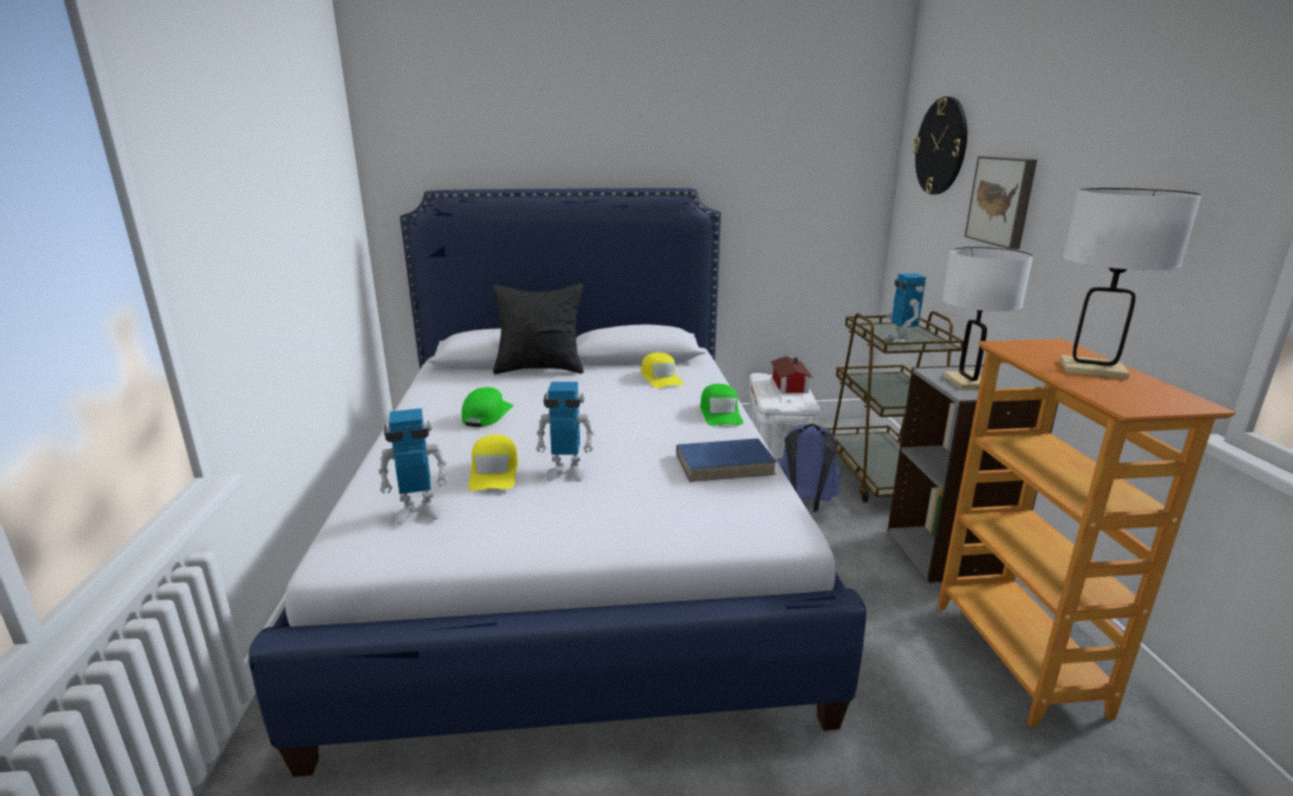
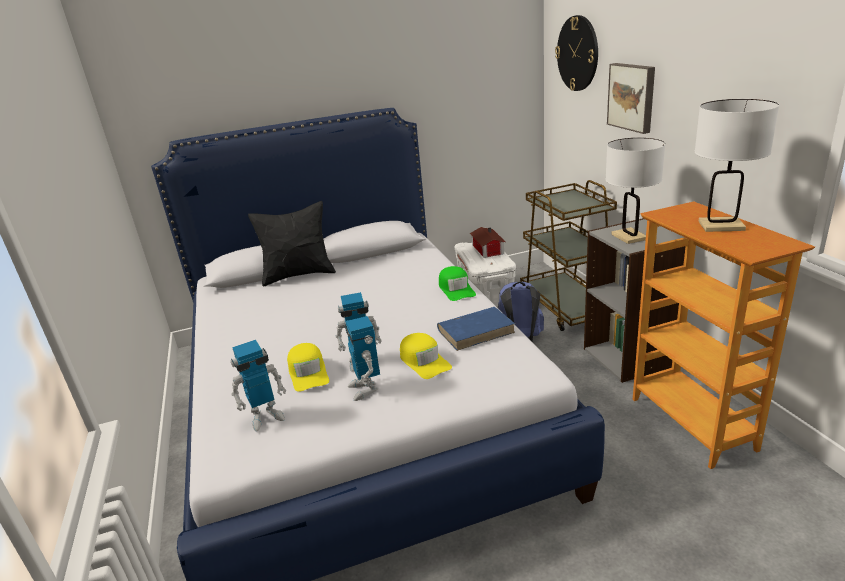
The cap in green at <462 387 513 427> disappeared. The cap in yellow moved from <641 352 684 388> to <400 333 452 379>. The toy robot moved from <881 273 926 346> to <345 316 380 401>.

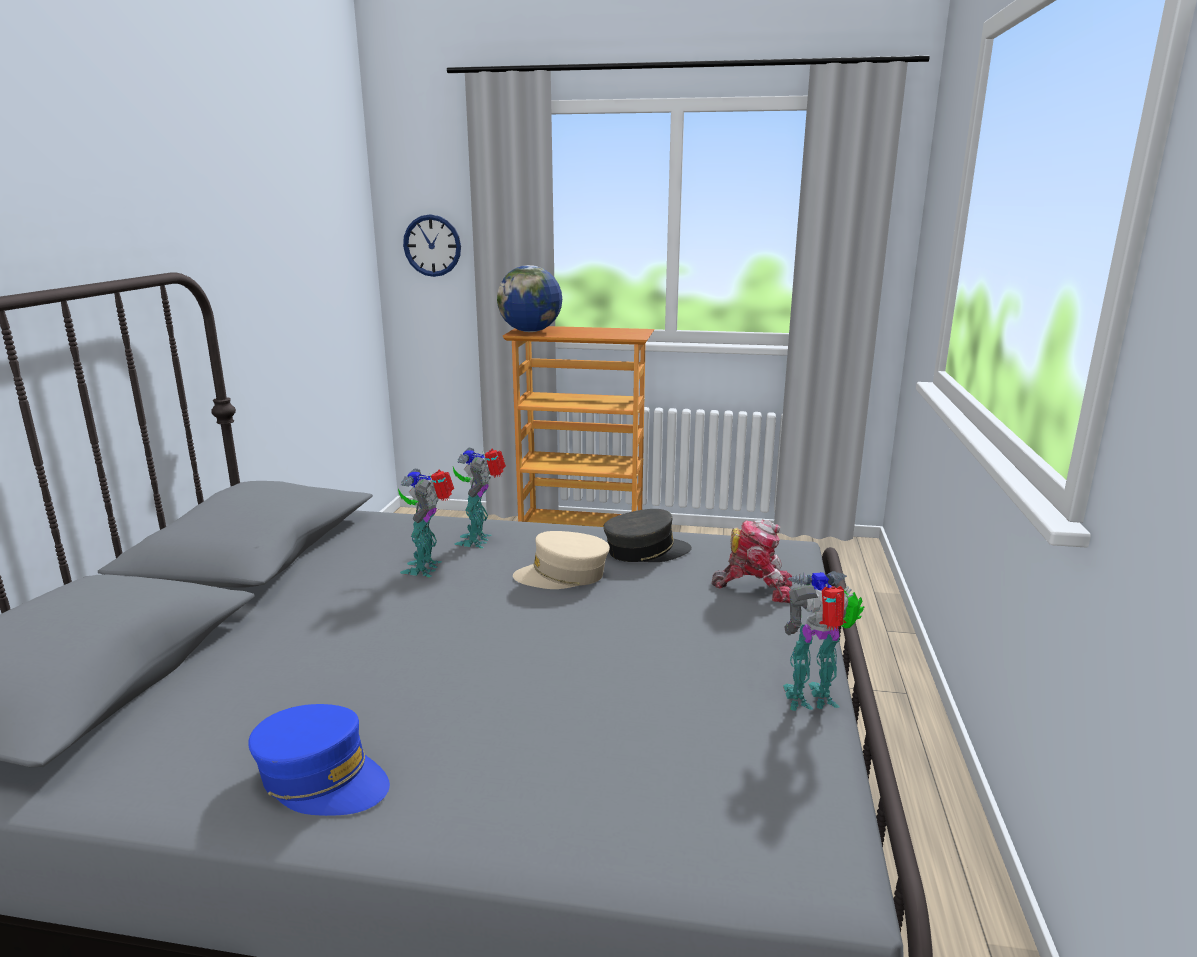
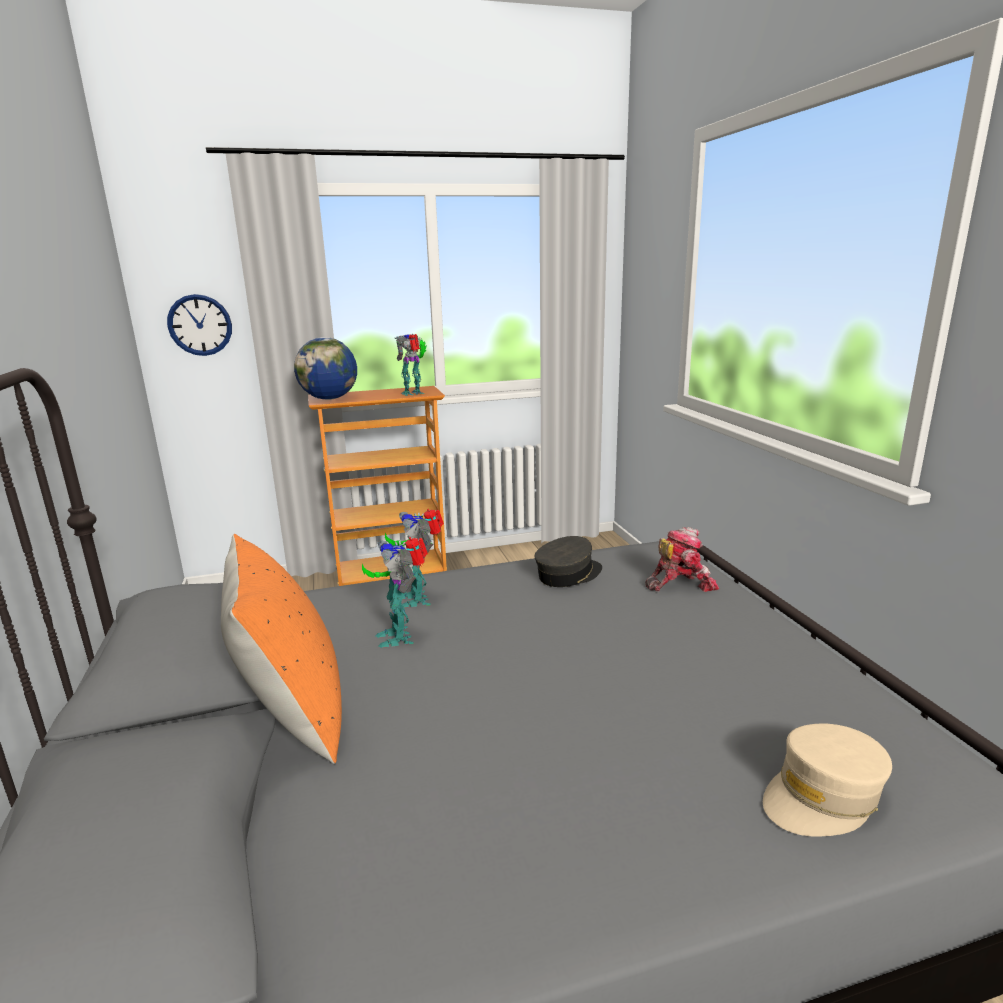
The cap in blue at <248 704 390 816> disappeared. The pillow in orange at <221 534 342 764> appeared. The cap in beige moved from <513 531 610 589> to <763 724 892 837>. The toy robot moved from <783 571 864 711> to <395 334 427 396>.

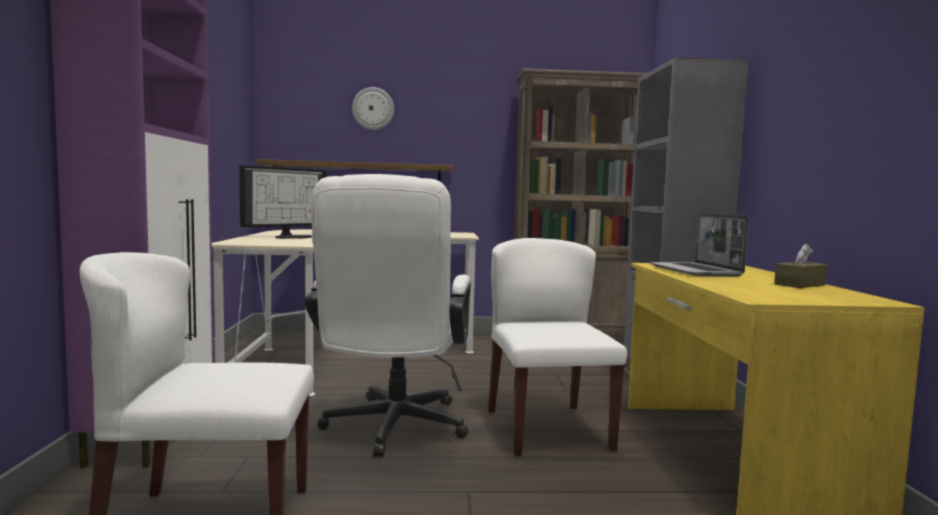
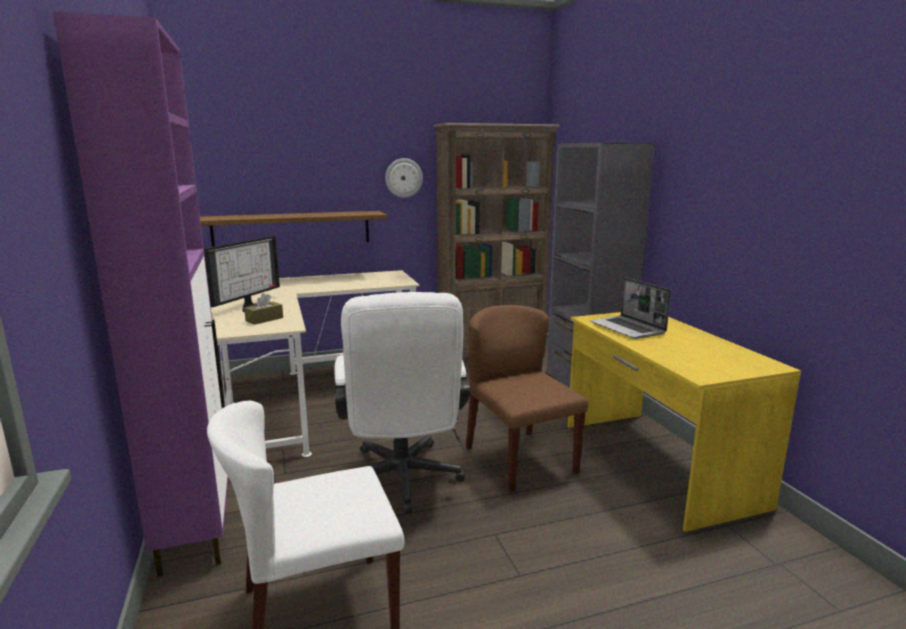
The wall clock moved from <352 87 394 130> to <385 158 423 198>. The tissue box in brown moved from <774 243 827 288> to <244 293 283 325>. The chair in white at <488 238 627 456> became the chair in brown at <466 305 588 492>.

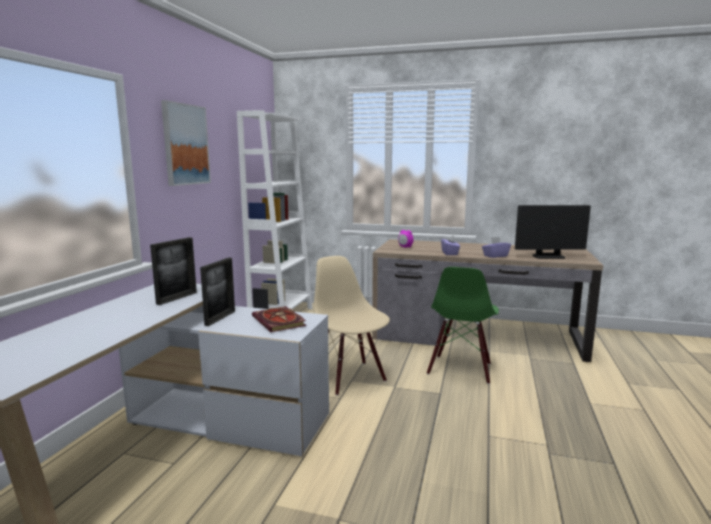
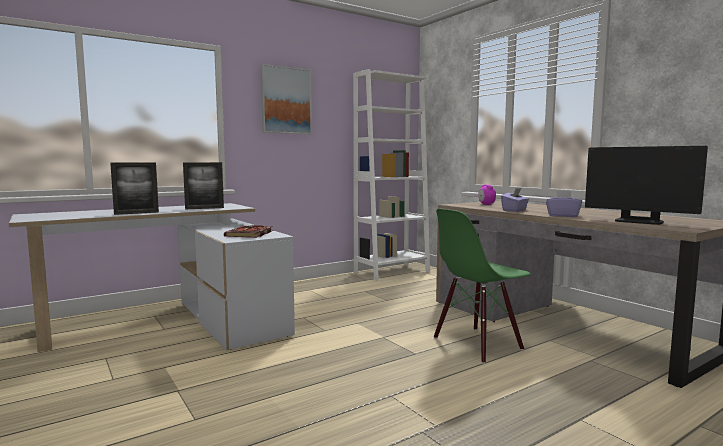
The chair in beige at <314 256 390 396> disappeared. The picture frame moved from <200 258 235 326> to <110 163 159 215>.

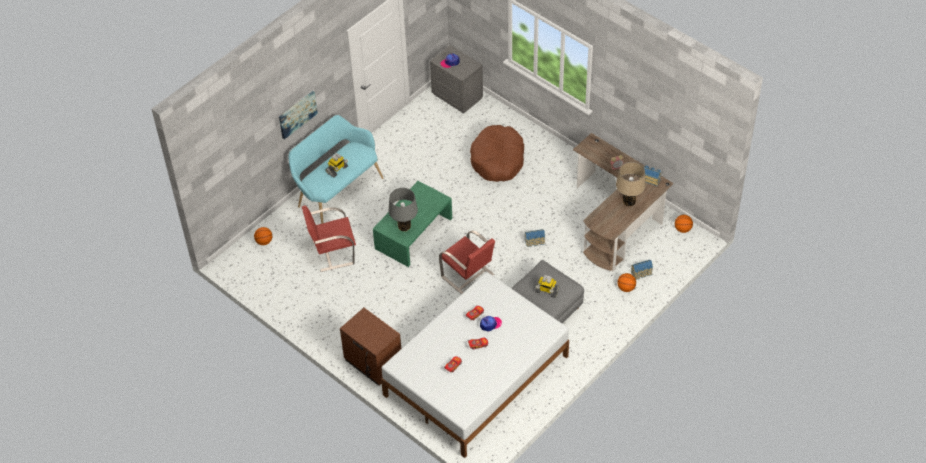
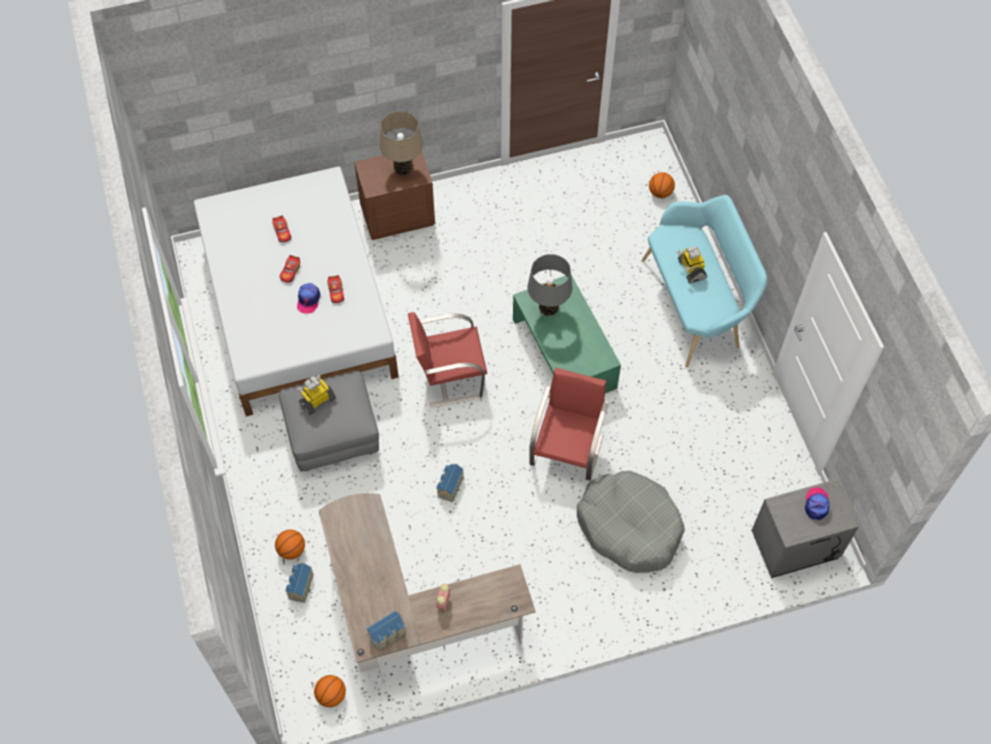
The picture at <279 91 318 139> disappeared. The chair in red moved from <302 205 356 272> to <529 368 609 481>. The table lamp in beige moved from <616 162 646 206> to <380 111 423 175>. The dog bed in brown at <470 125 524 182> became the dog bed in grey at <577 471 685 573>.

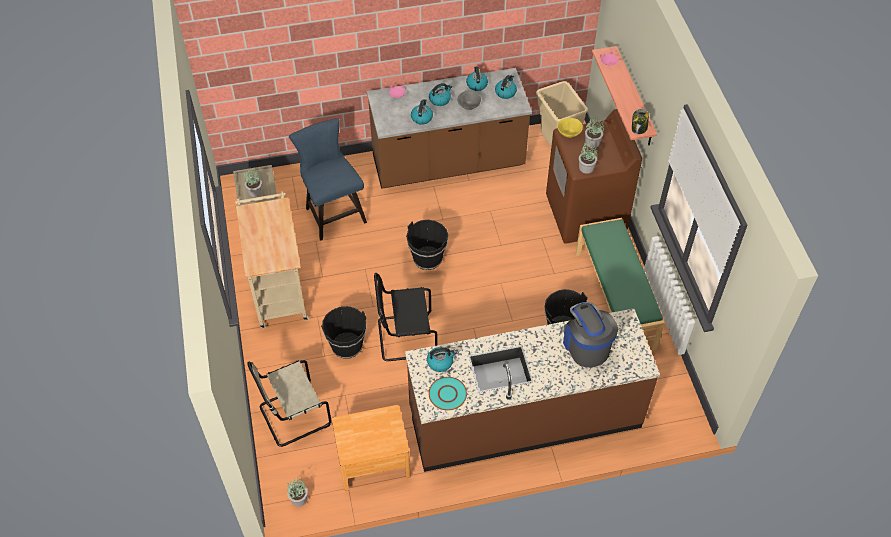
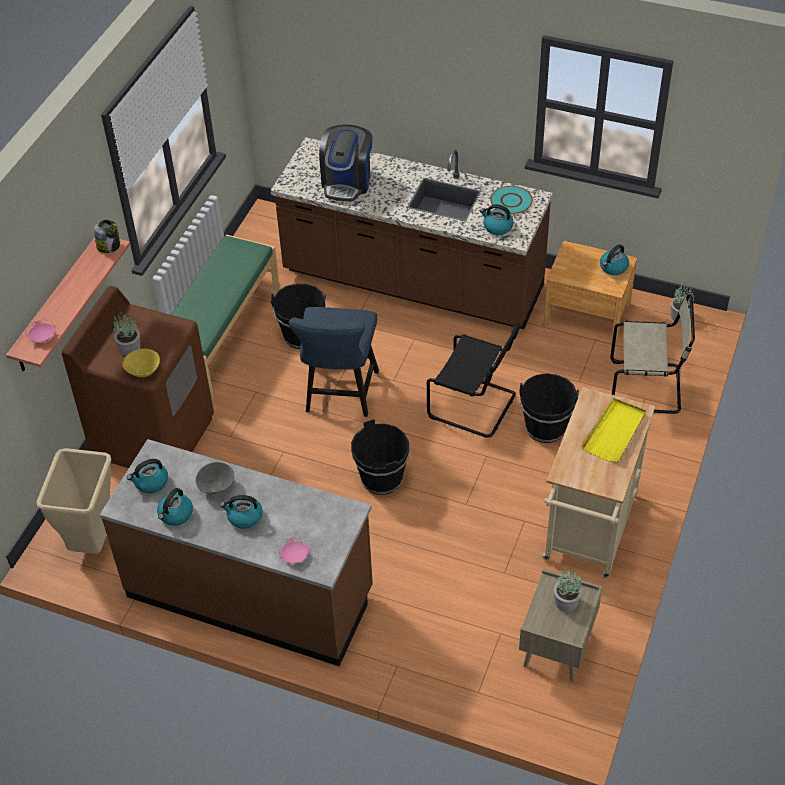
The potted plant at <579 142 597 174> disappeared. The tray in yellow at <581 398 646 463> appeared. The chair in blue moved from <289 118 367 241> to <289 307 379 417>. The kettle moved from <411 99 433 125> to <600 244 629 275>.

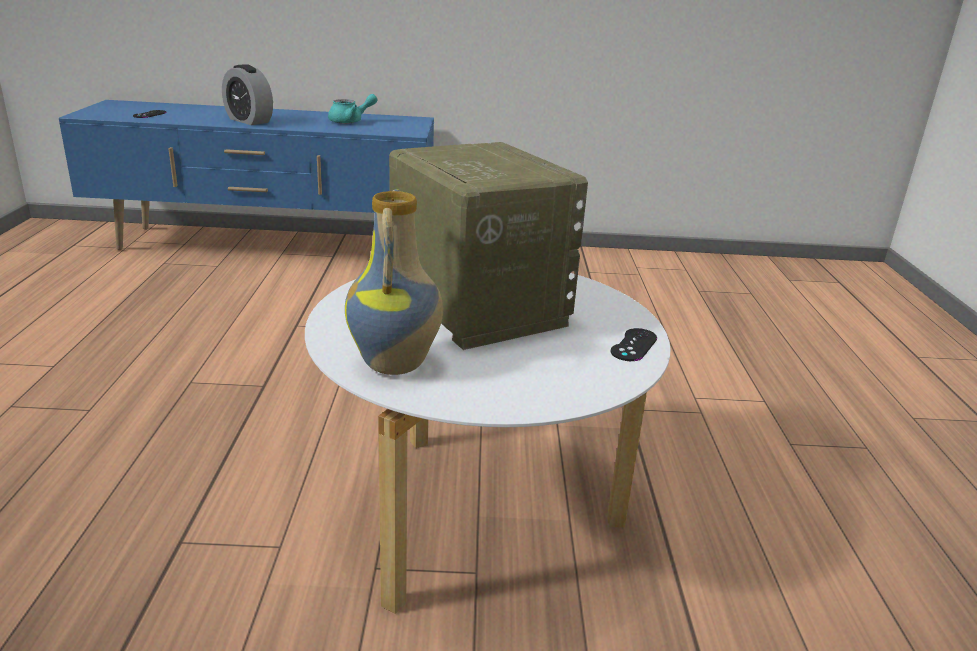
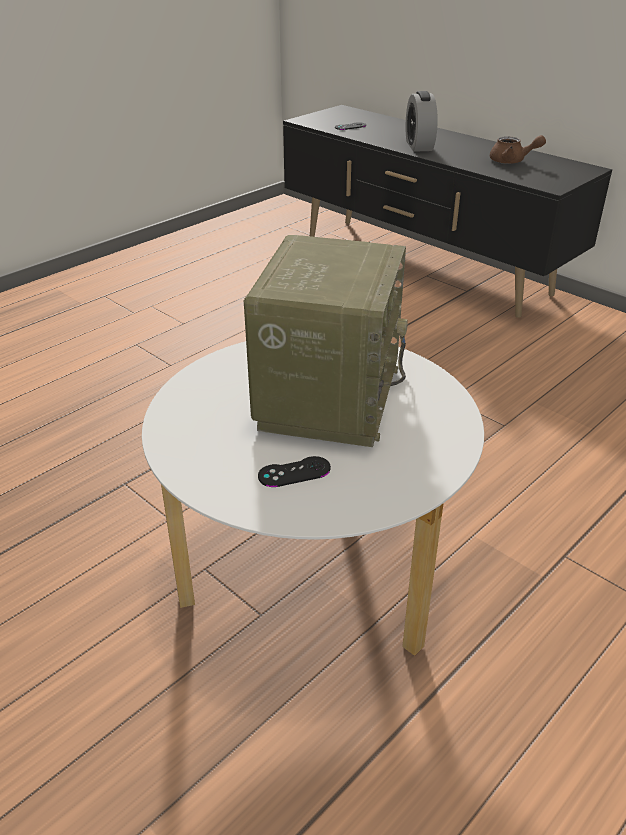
The vase at <345 189 443 375> disappeared. The game controller in black moved from <611 328 657 361> to <258 456 331 487>. The tv stand in blue at <59 100 434 250> became the tv stand in black at <283 105 612 318>. The teapot in turquoise at <328 94 378 124> became the teapot in brown at <490 135 546 164>.

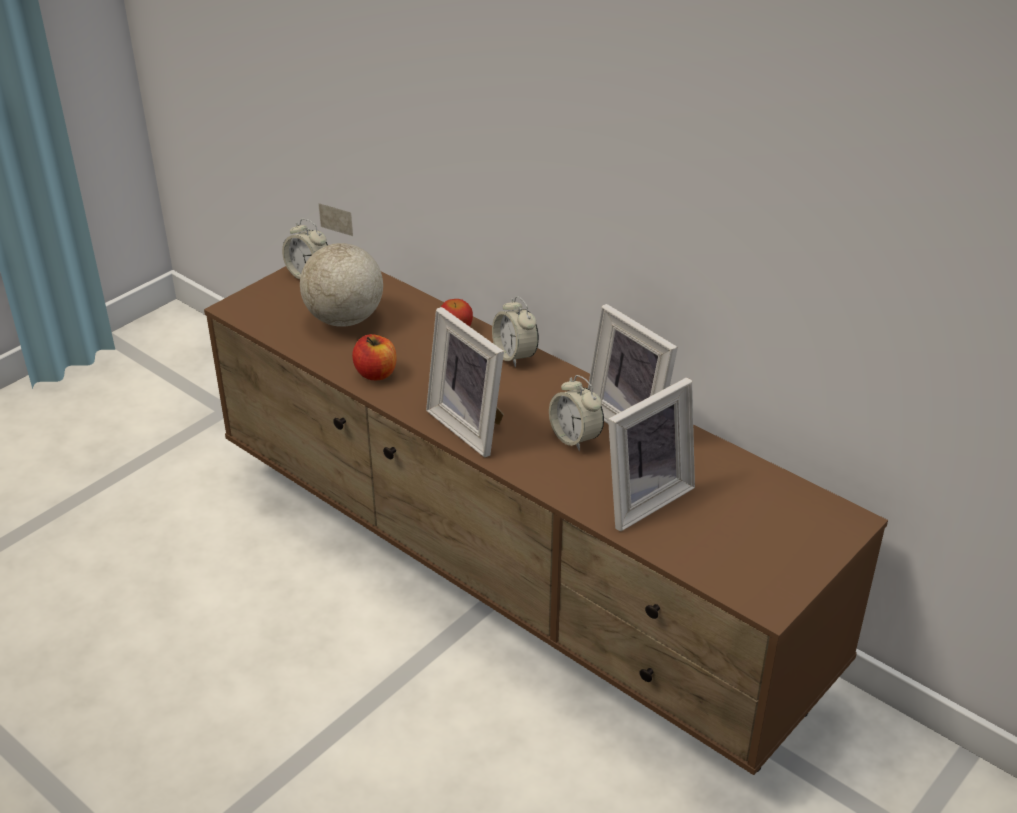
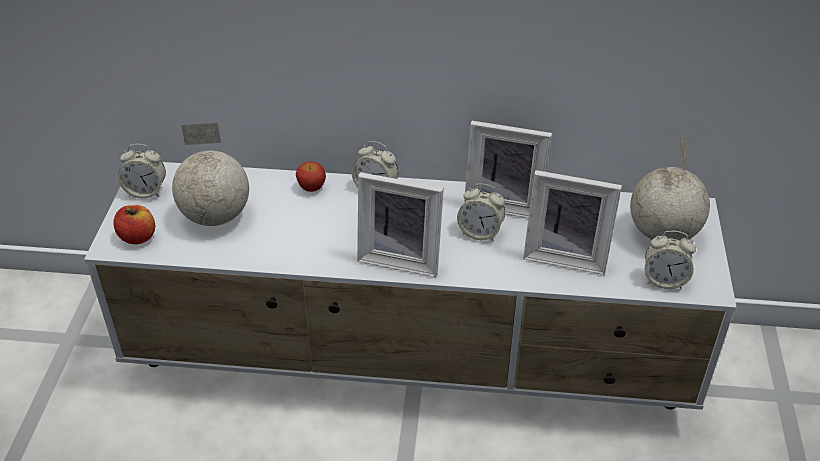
The globe at <630 130 710 240> appeared. The alarm clock at <645 231 696 289> appeared. The apple moved from <352 334 397 380> to <114 205 155 244>. The tv stand in brown at <204 266 888 775> became the tv stand in white at <84 162 736 410>. The picture frame at <608 377 695 531> turned 90 degrees clockwise.

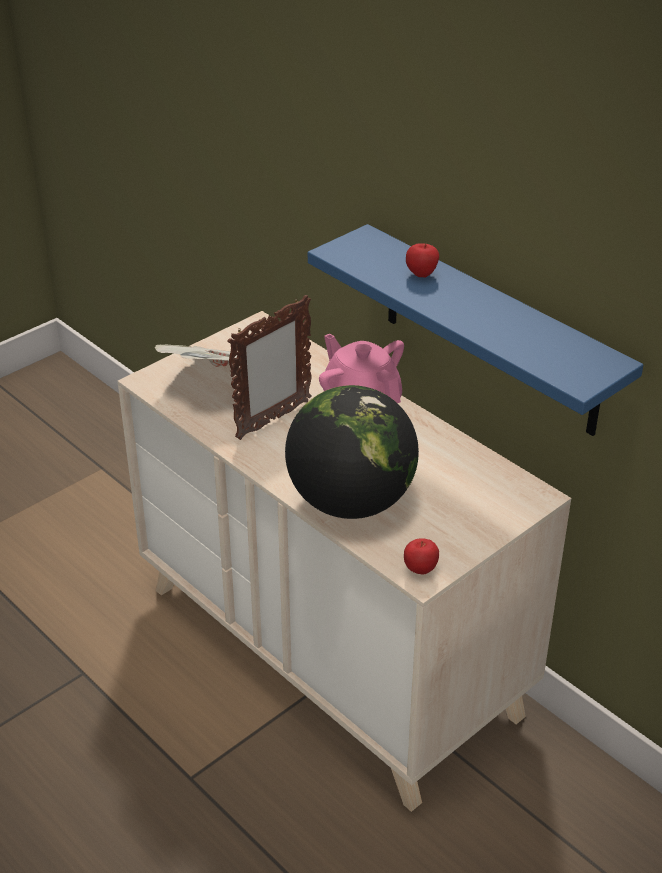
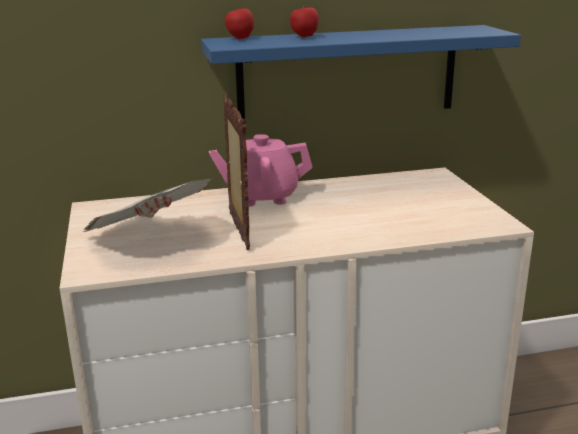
The globe at <285 385 419 519> disappeared. The apple moved from <404 538 439 575> to <225 7 254 39>.

